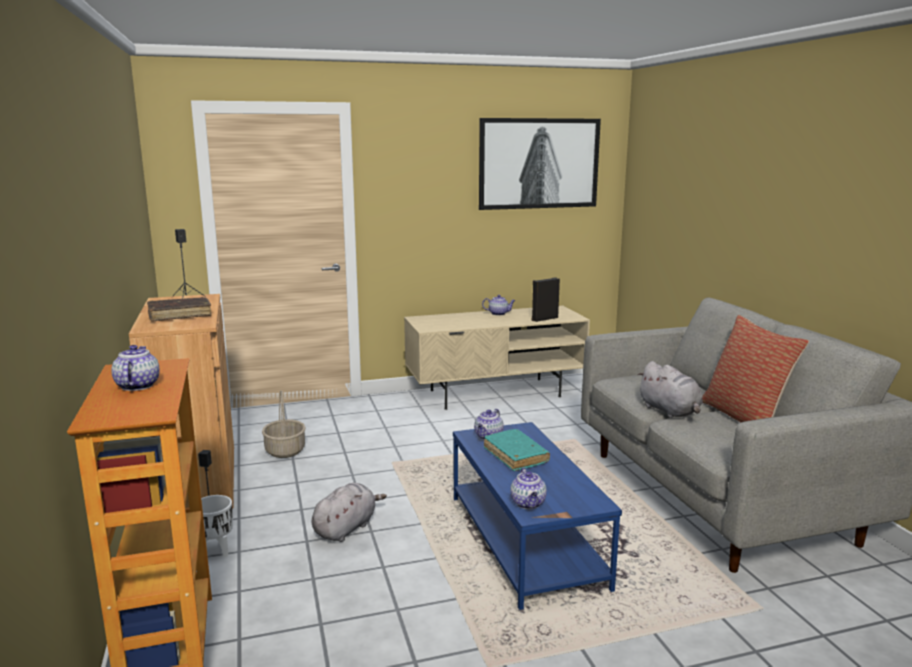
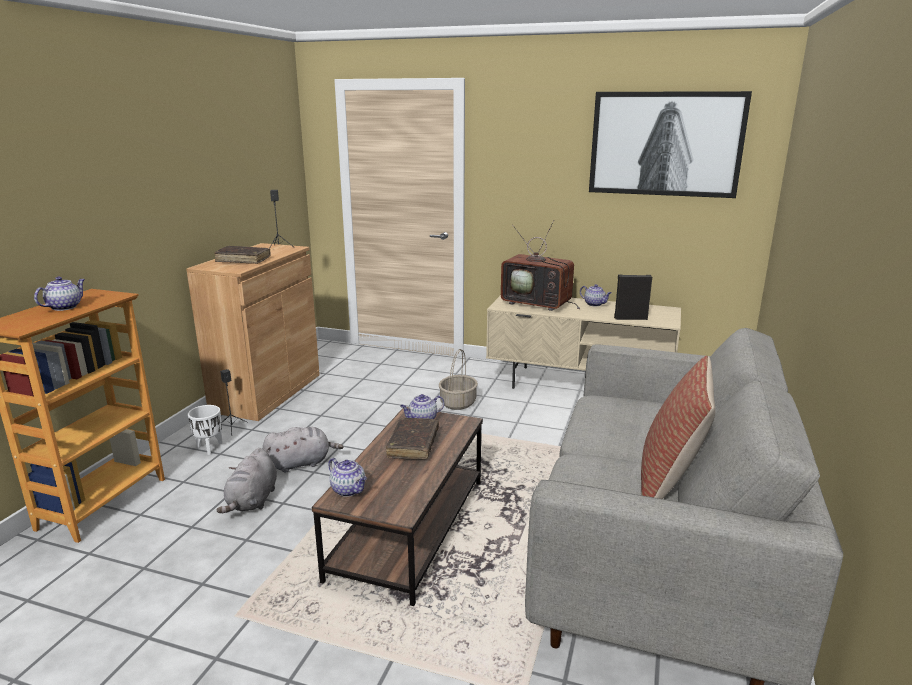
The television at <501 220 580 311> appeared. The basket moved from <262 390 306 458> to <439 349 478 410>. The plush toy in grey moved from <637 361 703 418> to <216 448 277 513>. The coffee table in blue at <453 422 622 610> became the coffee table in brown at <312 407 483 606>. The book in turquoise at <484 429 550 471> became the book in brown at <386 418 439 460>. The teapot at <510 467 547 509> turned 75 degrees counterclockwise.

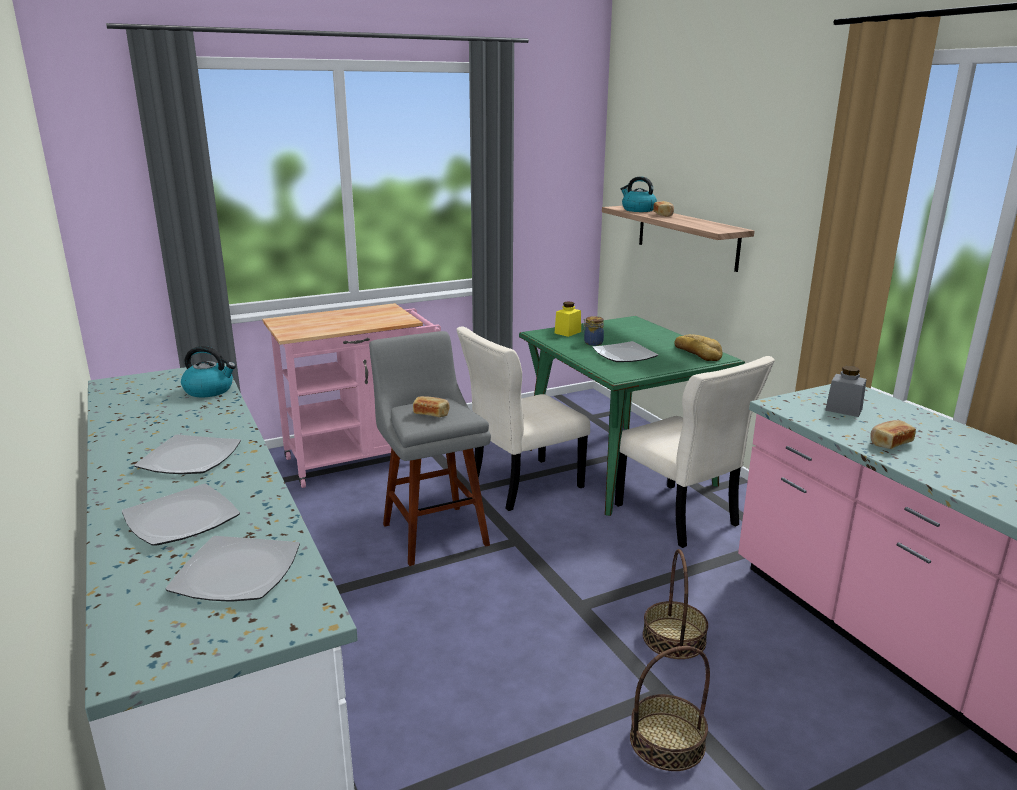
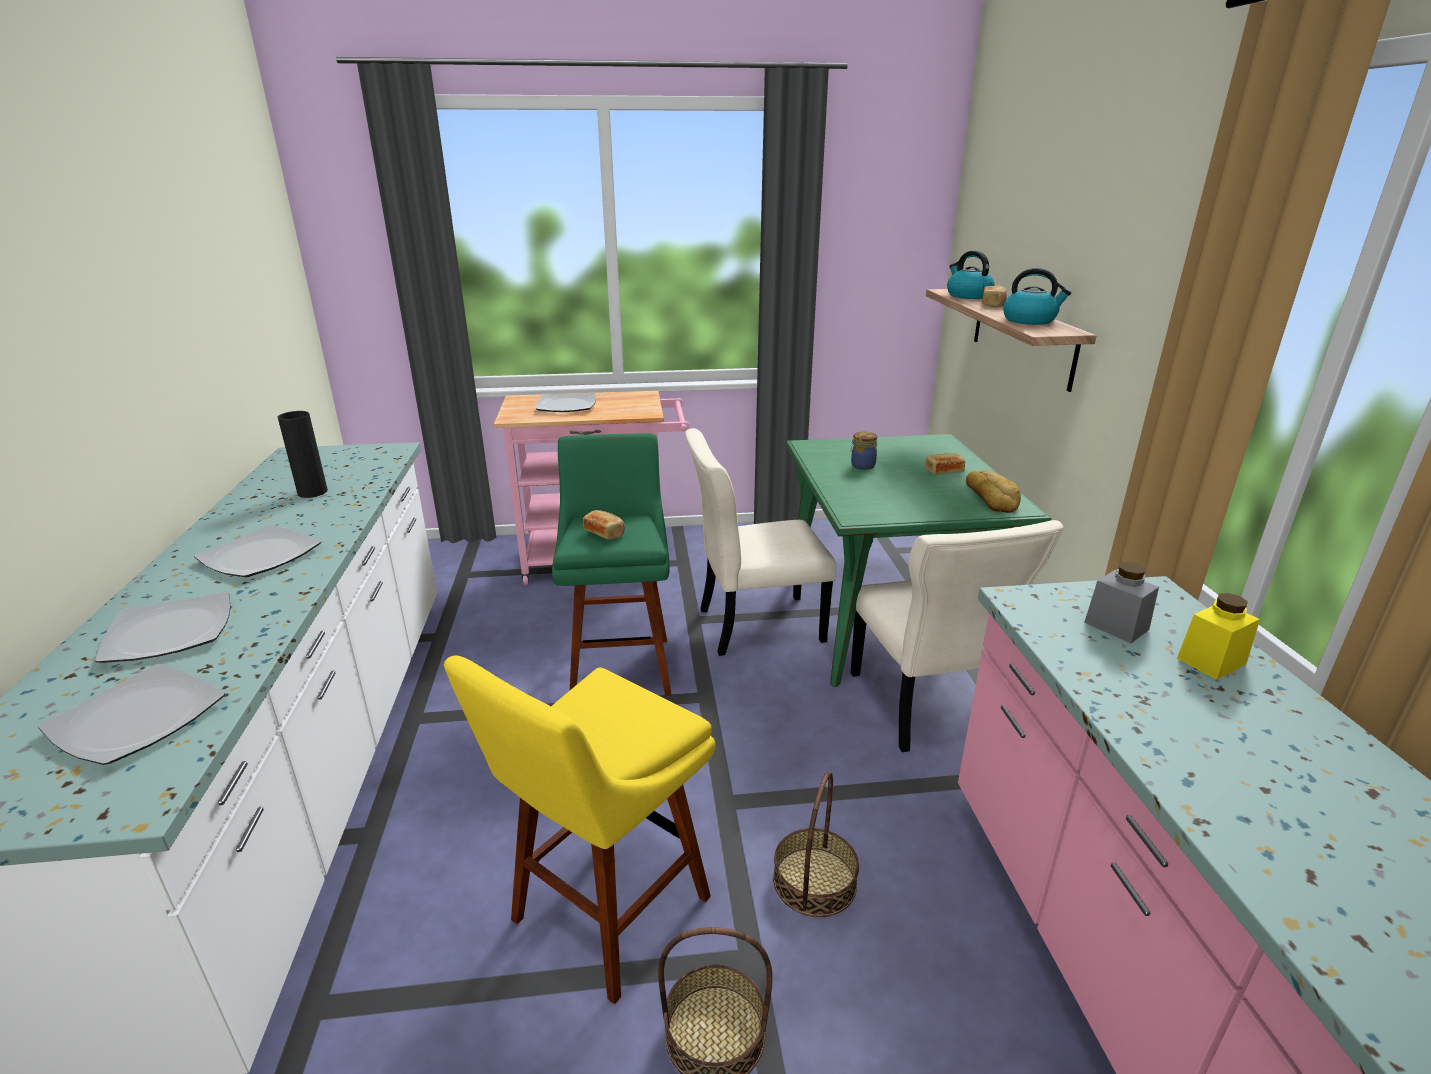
The vase in black at <278 411 328 498> appeared. The stool in yellow at <444 655 715 1004> appeared. The kettle moved from <181 346 236 397> to <1003 268 1071 325>. The jar in yellow moved from <555 302 581 337> to <1177 593 1260 680>. The plate moved from <592 341 658 362> to <536 393 596 412>. The bread moved from <870 420 916 449> to <926 453 965 474>. The stool in grey at <369 331 491 566> became the stool in green at <552 433 671 696>.

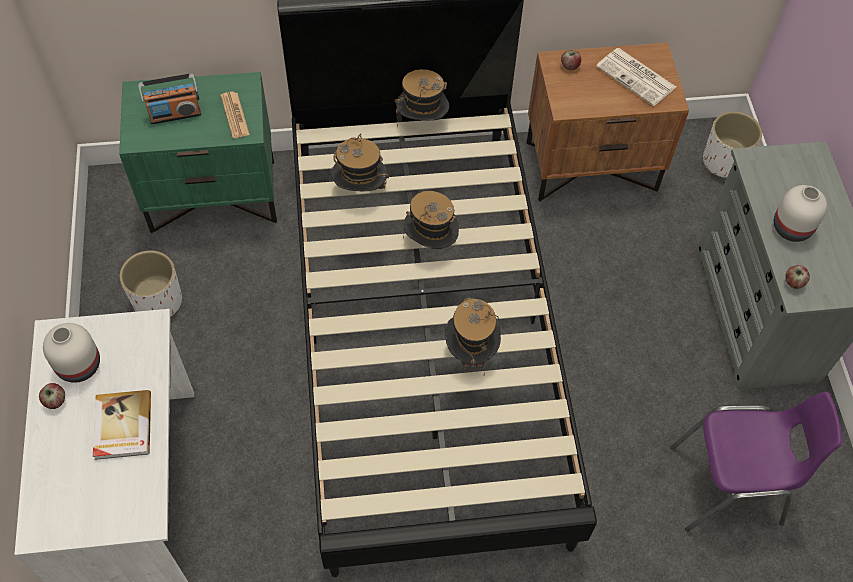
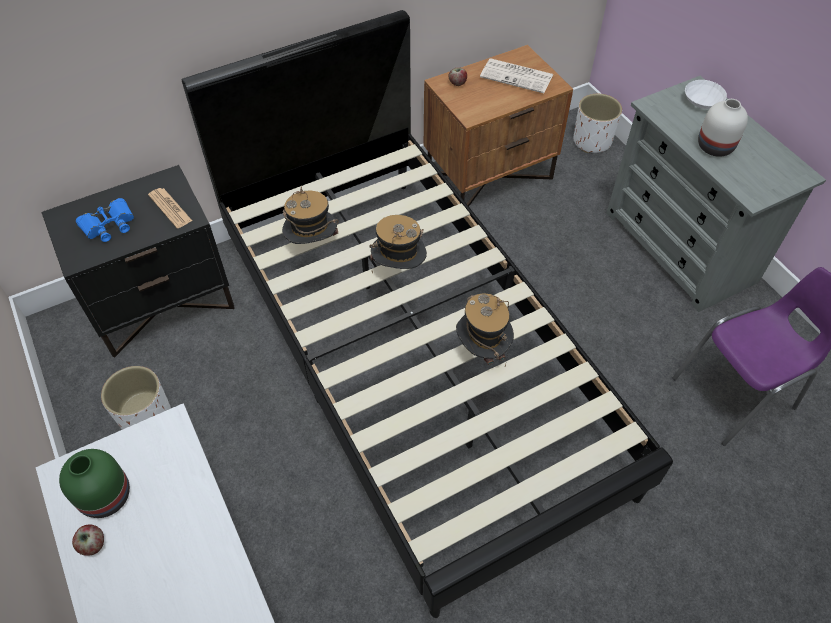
The book at <93 390 151 460> disappeared. The hat at <394 69 449 127> disappeared. The apple at <785 265 810 289> disappeared. The bowl in white at <685 80 727 109> appeared. The radio at <138 73 201 124> was replaced by the binoculars in blue at <76 198 134 242>. The vase in white at <43 323 100 383> became the vase in green at <59 449 130 518>. The nightstand in green at <119 72 277 233> became the nightstand in black at <41 165 235 358>.

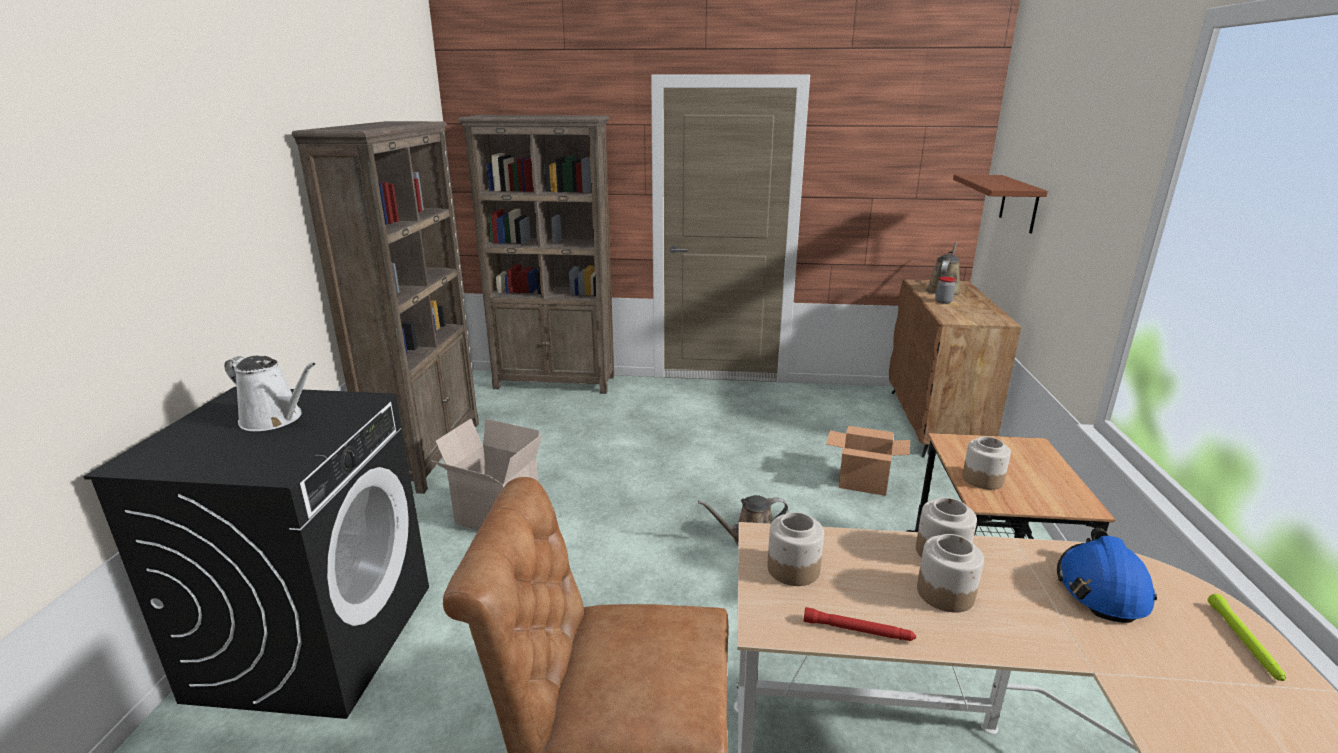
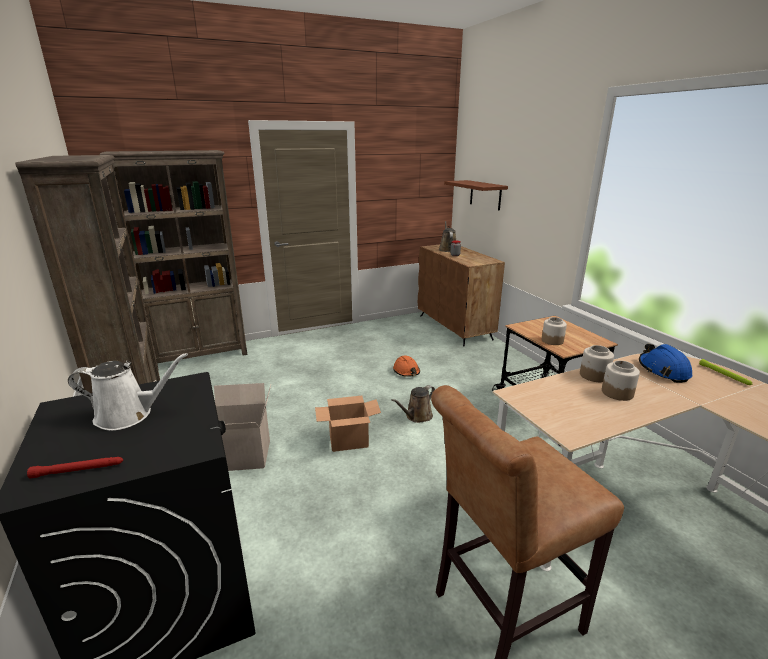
The jar at <767 512 824 586> disappeared. The hard hat in orange at <393 355 420 377> appeared. The flashlight in red moved from <804 607 916 641> to <27 457 123 478>. The cardboard box moved from <826 426 910 496> to <315 396 381 452>.

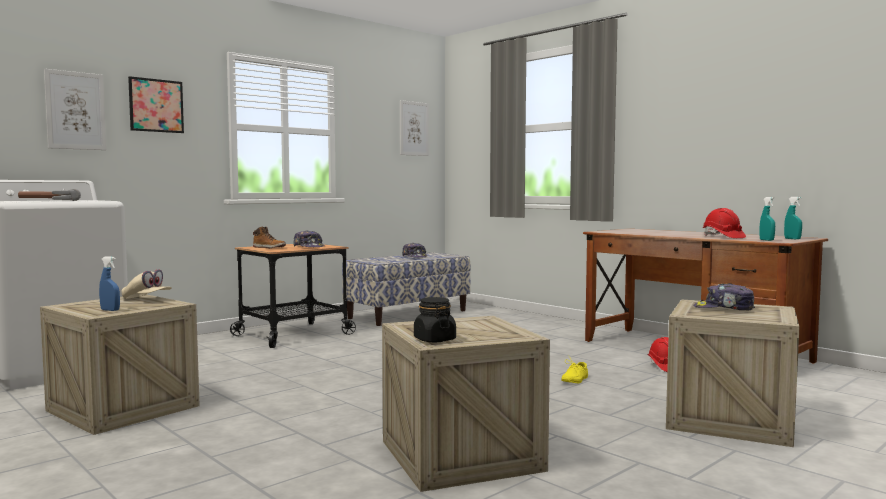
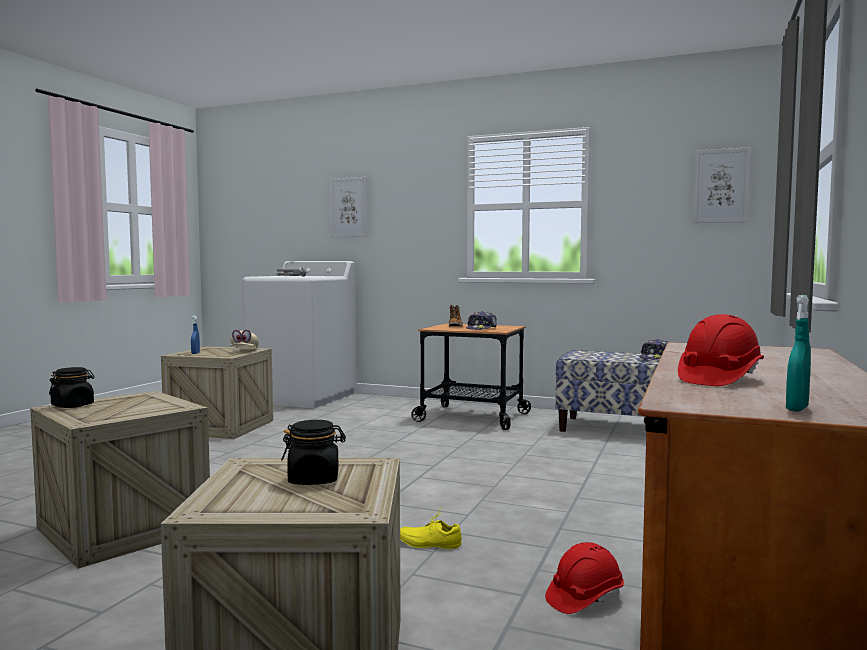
The picture at <128 76 184 133> disappeared. The spray bottle in turquoise at <759 197 775 241> disappeared. The cap at <694 283 755 311> was replaced by the jar in black at <281 420 346 485>.

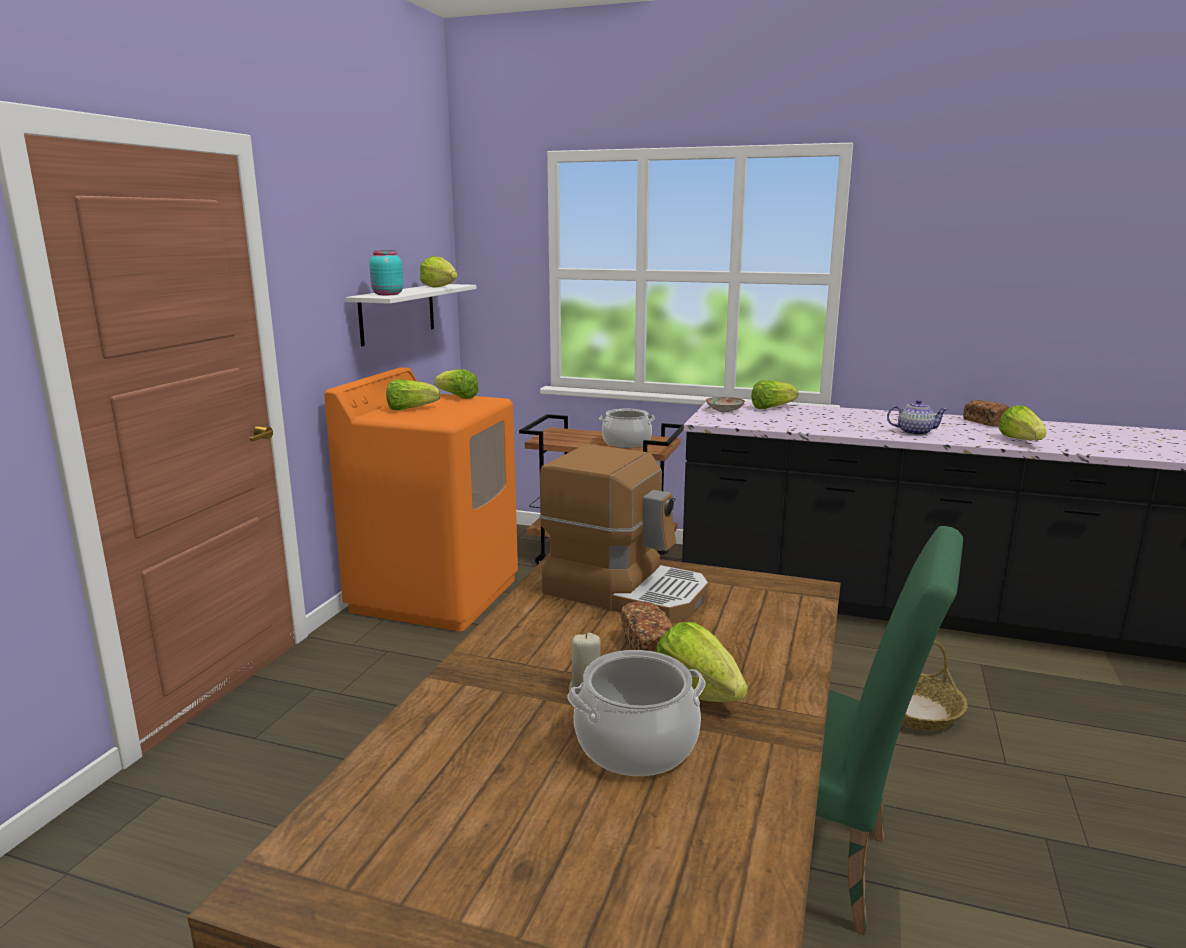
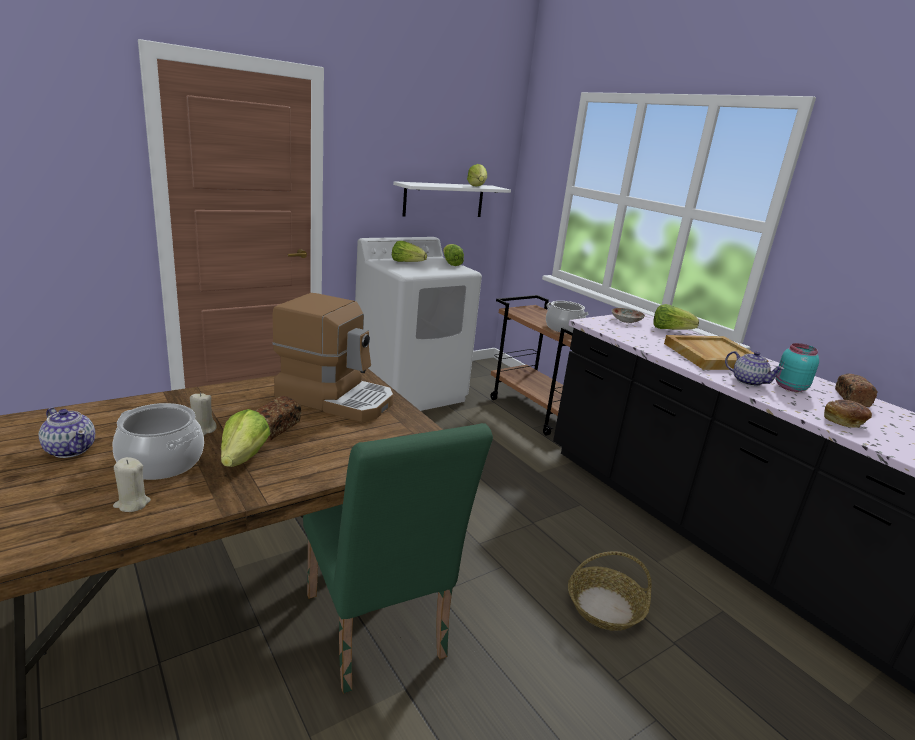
The teapot at <39 408 95 458> appeared. The candle in beige at <113 457 151 512> appeared. The tray in beige at <664 335 768 370> appeared. The jar in turquoise moved from <369 251 403 295> to <776 343 819 392>. The lettuce at <998 405 1046 440> was replaced by the bread at <824 400 872 428>. The washing machine in orange at <324 367 518 631> became the washing machine in white at <355 237 482 411>. The coffee machine at <539 445 709 623> turned 45 degrees counterclockwise.

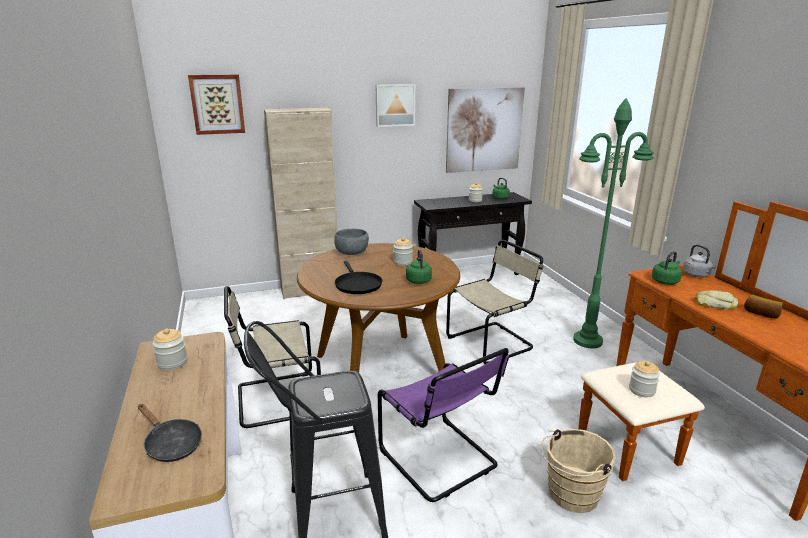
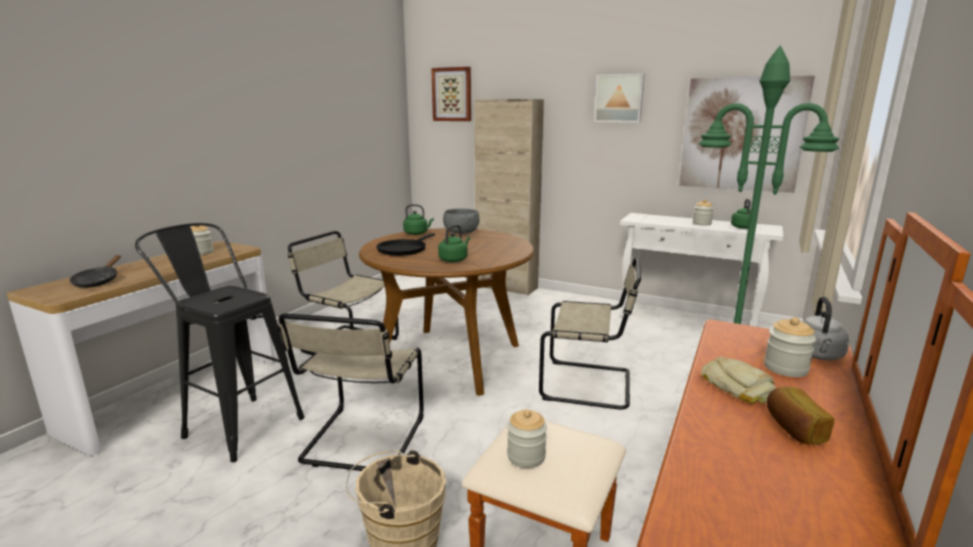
The jar moved from <393 237 413 266> to <764 317 816 377>. The kettle in green moved from <652 251 682 285> to <403 204 434 235>. The chair in purple at <378 348 509 502> became the chair in beige at <278 313 424 471>. The console table in black at <414 192 532 275> became the console table in white at <620 213 783 327>.

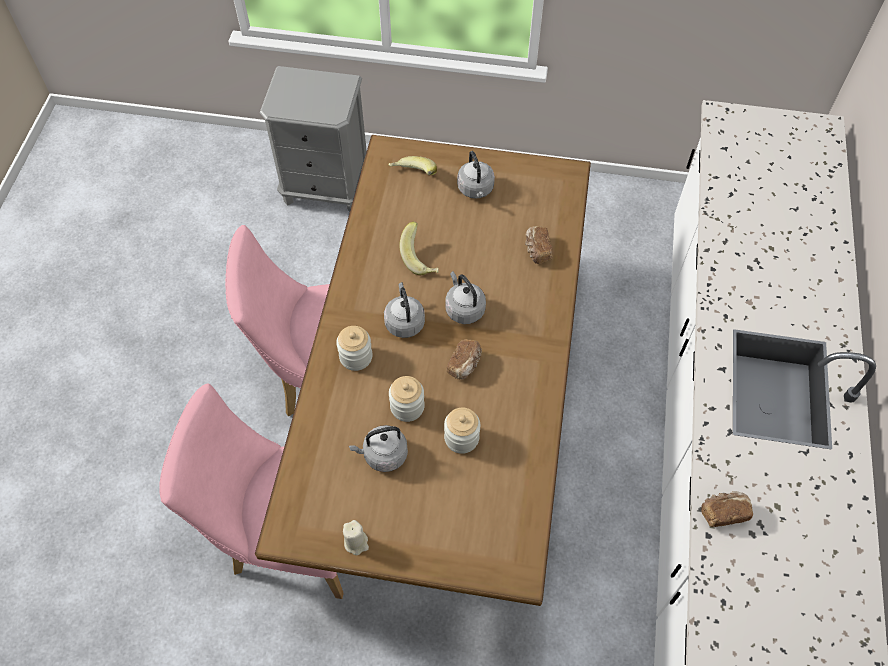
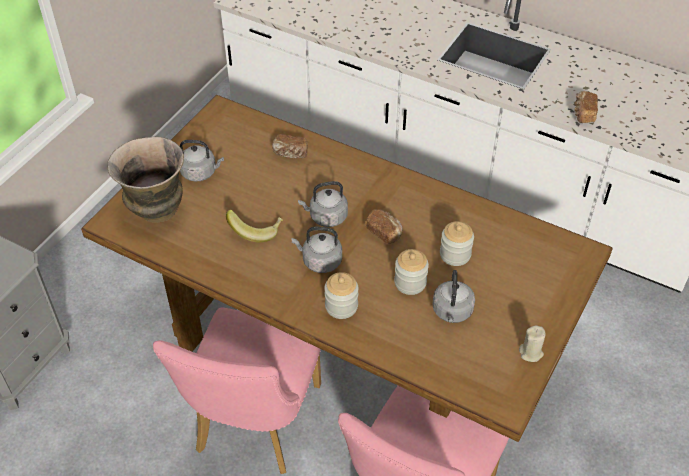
The banana at <388 156 437 175> was replaced by the vase at <107 137 184 223>.

